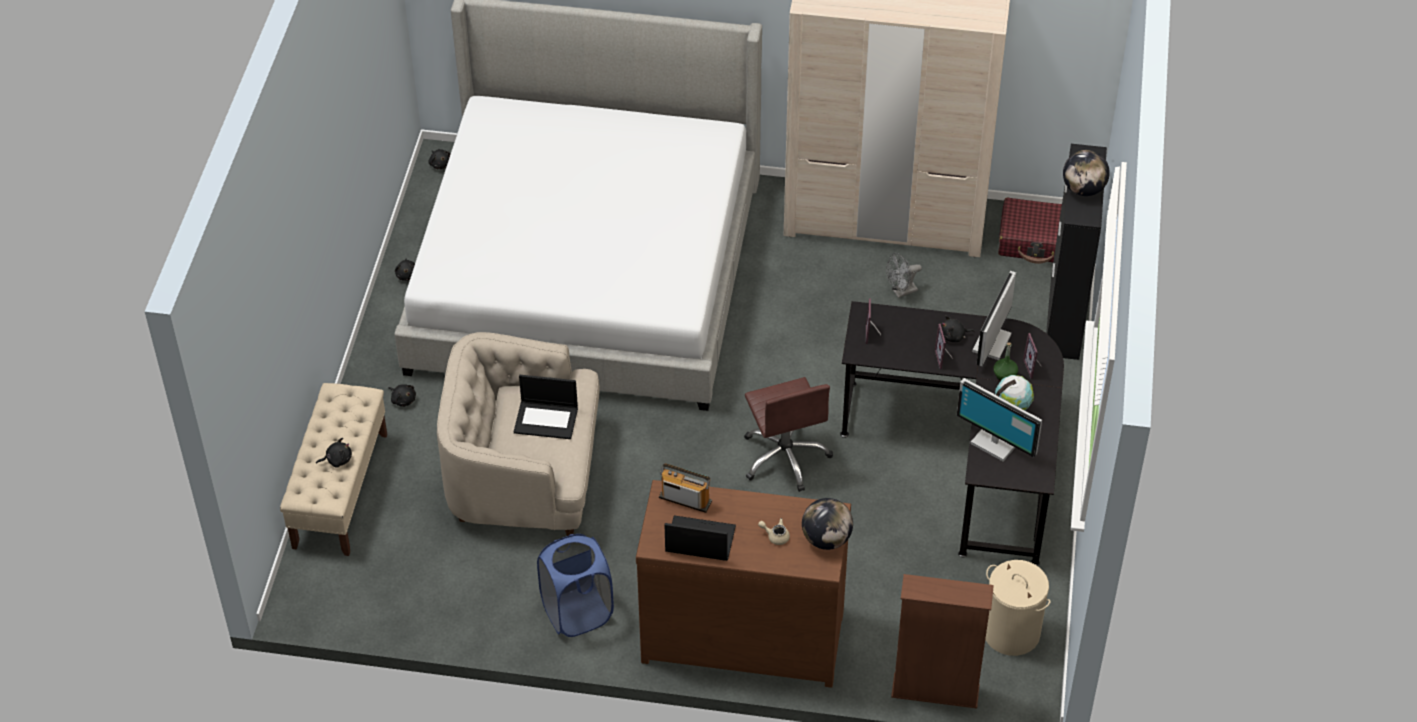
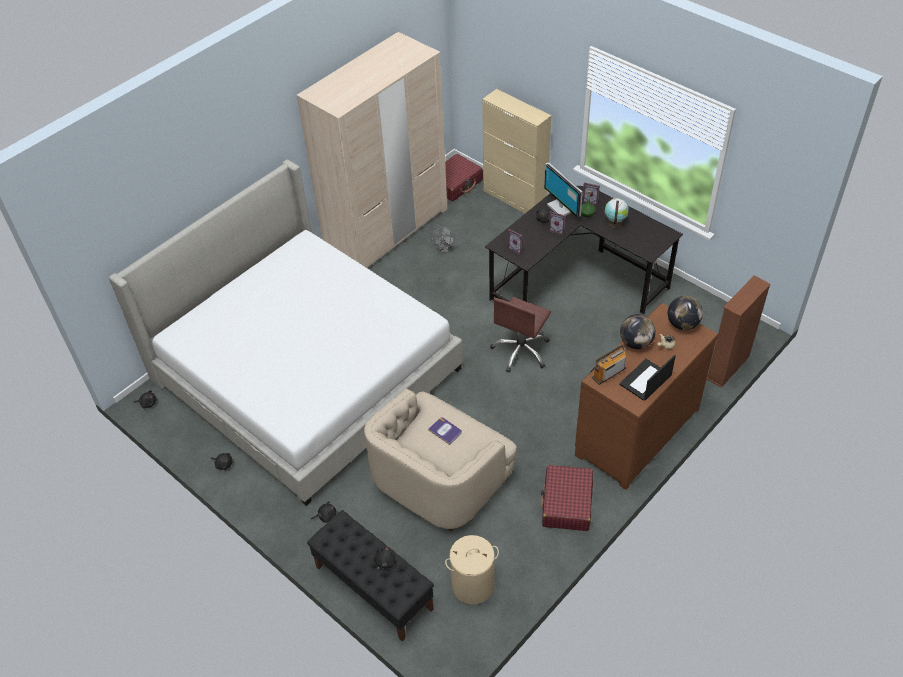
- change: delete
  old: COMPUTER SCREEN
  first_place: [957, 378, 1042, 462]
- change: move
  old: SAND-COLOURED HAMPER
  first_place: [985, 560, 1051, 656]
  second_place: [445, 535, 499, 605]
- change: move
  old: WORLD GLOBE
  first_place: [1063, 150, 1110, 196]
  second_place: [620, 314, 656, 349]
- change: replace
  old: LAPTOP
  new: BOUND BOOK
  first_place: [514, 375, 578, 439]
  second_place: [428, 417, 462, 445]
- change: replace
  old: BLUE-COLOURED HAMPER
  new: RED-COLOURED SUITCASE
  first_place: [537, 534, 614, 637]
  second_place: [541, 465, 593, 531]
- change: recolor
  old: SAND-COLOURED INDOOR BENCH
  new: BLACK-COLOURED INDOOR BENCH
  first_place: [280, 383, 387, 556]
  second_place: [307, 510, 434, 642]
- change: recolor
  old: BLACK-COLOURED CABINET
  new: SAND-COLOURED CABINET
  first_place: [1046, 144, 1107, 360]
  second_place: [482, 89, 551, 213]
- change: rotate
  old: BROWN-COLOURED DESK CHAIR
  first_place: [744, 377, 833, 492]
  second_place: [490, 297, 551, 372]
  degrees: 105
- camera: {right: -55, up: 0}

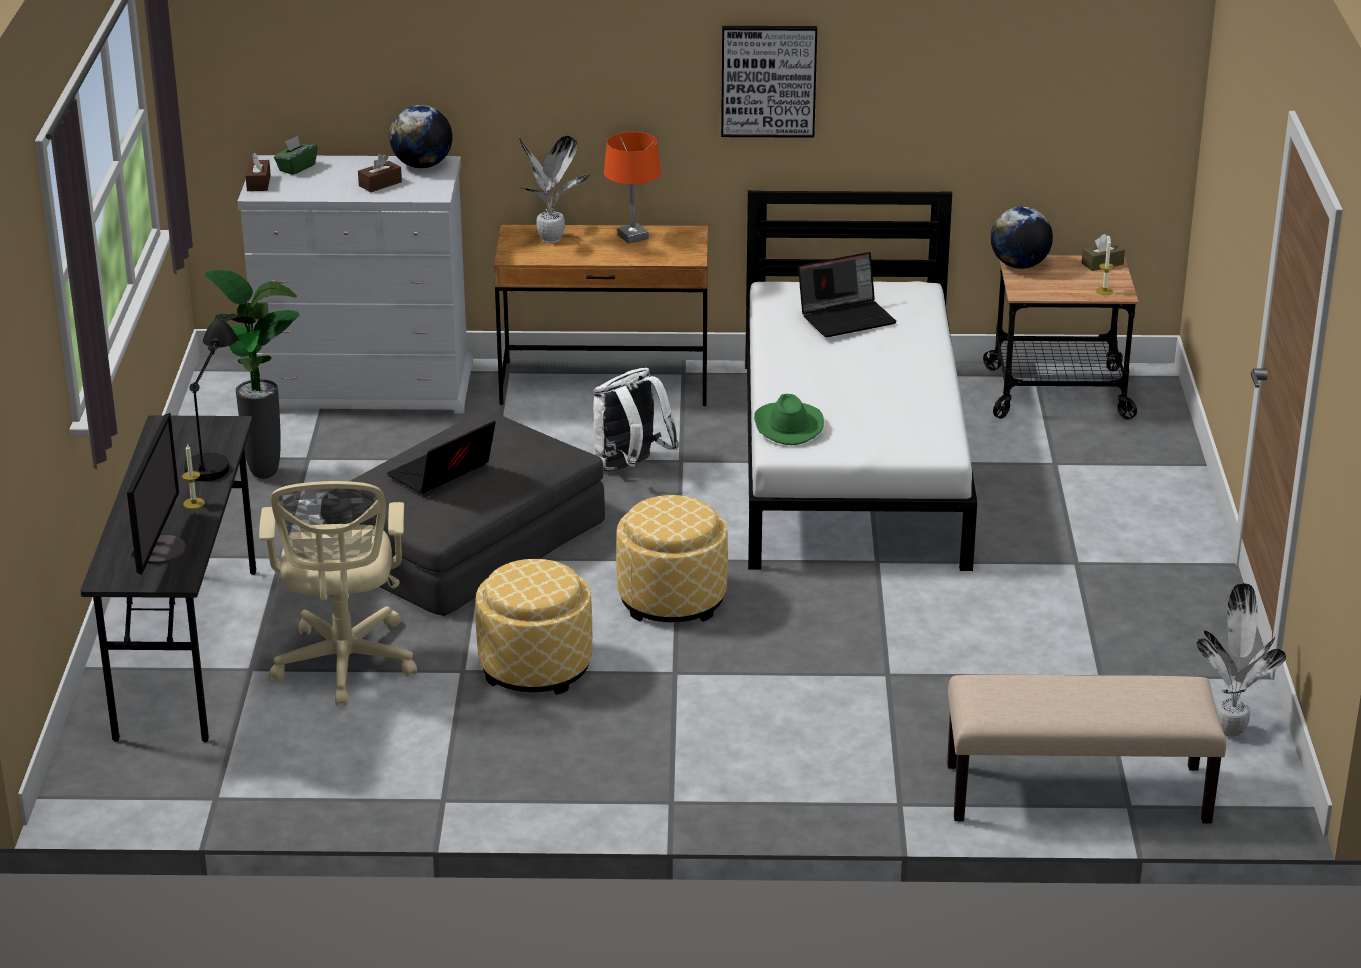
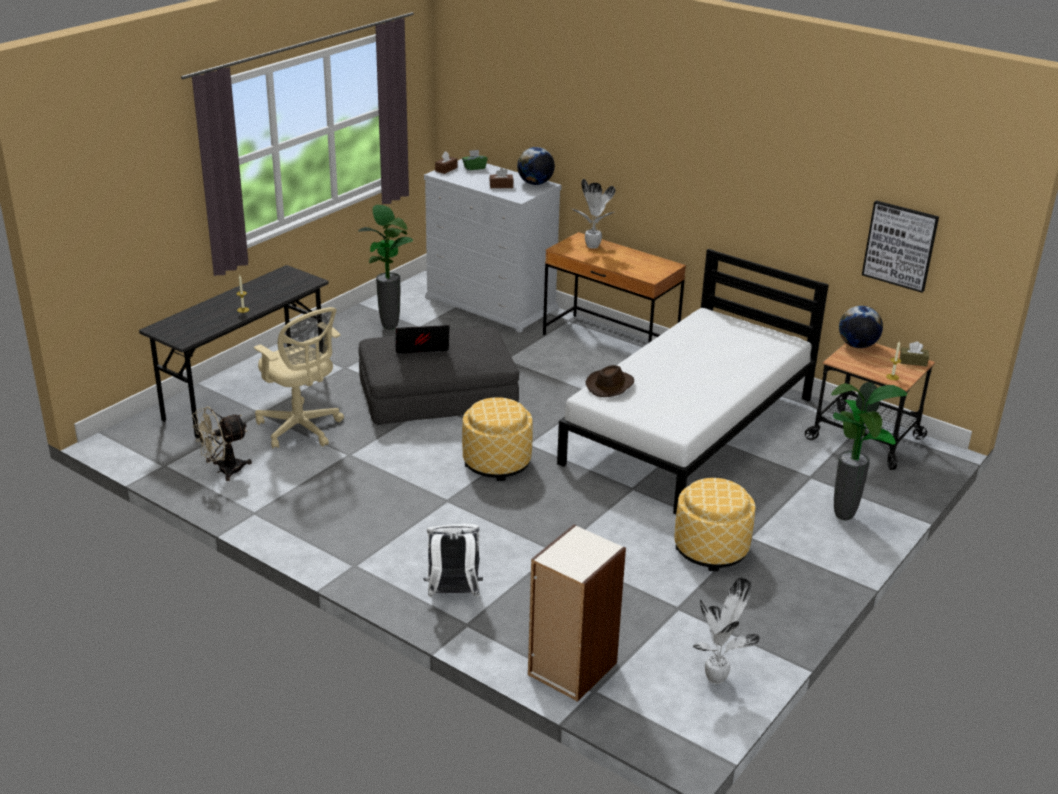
- change: delete
  old: COMPUTER SCREEN
  first_place: [127, 413, 186, 575]
- change: delete
  old: BLACK-COLOURED TABLETOP LAMP
  first_place: [184, 319, 238, 481]
- change: delete
  old: ORANGE-COLOURED TABLETOP LAMP
  first_place: [604, 132, 661, 244]
- change: delete
  old: LAPTOP
  first_place: [798, 252, 897, 338]
- change: insert
  new: SAND-COLOURED ELECTRIC FAN
  second_place: [192, 407, 252, 481]
- change: insert
  new: PLANT IN A POT
  second_place: [831, 382, 907, 520]
- change: move
  old: OTTOMAN
  first_place: [476, 559, 592, 695]
  second_place: [674, 478, 755, 571]
- change: move
  old: WHITE BACKPACK
  first_place: [593, 368, 679, 472]
  second_place: [423, 523, 483, 598]
- change: move
  old: WALL PICTURE
  first_place: [721, 26, 817, 138]
  second_place: [862, 200, 939, 293]
- change: replace
  old: SAND-COLOURED INDOOR BENCH
  new: BOOKCASE
  first_place: [947, 674, 1226, 824]
  second_place: [528, 524, 626, 702]
- change: recolor
  old: GREENISH CLOTHING HAT
  new: BROWN-COLOURED CLOTHING HAT
  first_place: [754, 394, 824, 445]
  second_place: [586, 365, 634, 397]
- change: rotate
  old: SAND-COLOURED DESK CHAIR
  first_place: [259, 481, 417, 706]
  second_place: [254, 307, 344, 449]
  degrees: -75
- camera: {right: 35, up: 0}

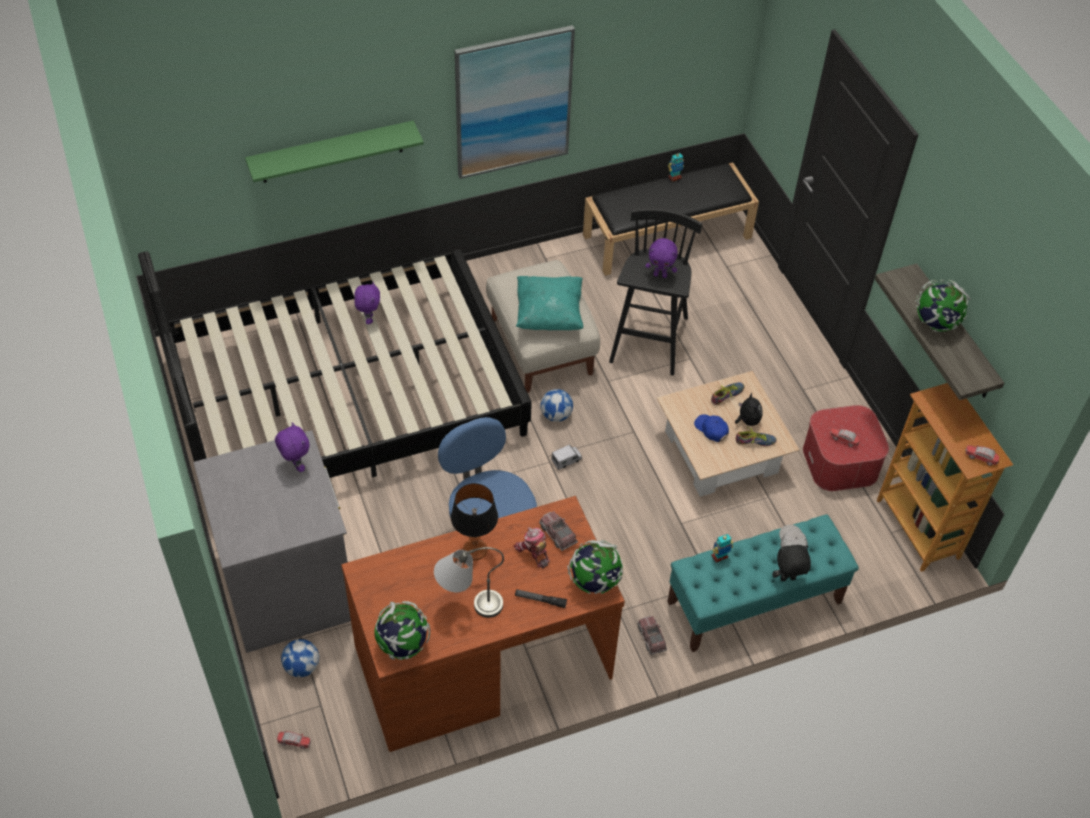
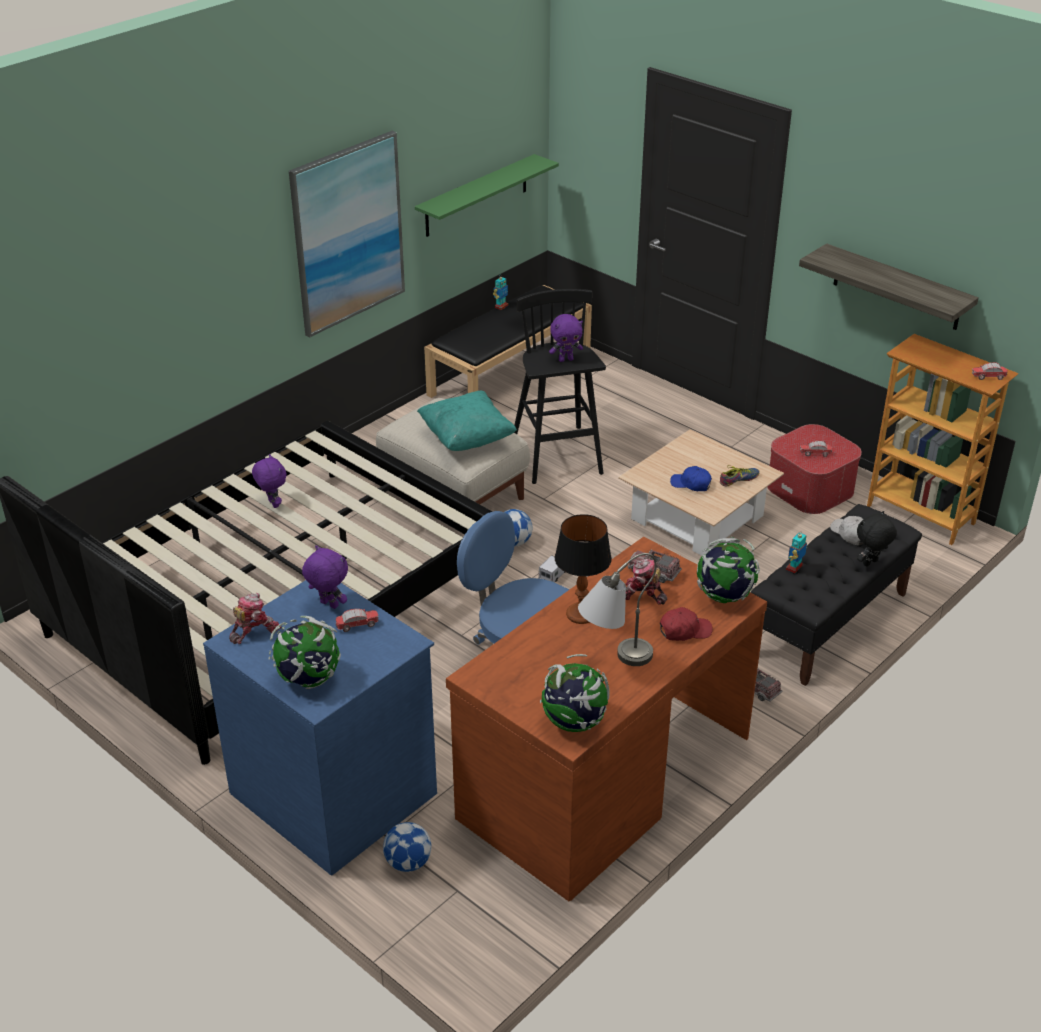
- change: delete
  old: LOW SHOE
  first_place: [711, 382, 744, 405]
- change: delete
  old: PLUSH TOY
  first_place: [735, 393, 763, 426]
- change: insert
  new: ROBOT FIGURE
  second_place: [229, 593, 282, 644]
- change: move
  old: GREENISH BRACKET SHELF
  first_place: [245, 121, 424, 183]
  second_place: [415, 154, 559, 237]
- change: move
  old: MINIATURE CAR
  first_place: [277, 731, 311, 749]
  second_place: [336, 609, 379, 632]
- change: move
  old: WORLD GLOBE
  first_place: [915, 279, 971, 332]
  second_place: [269, 616, 341, 689]
- change: replace
  old: HAND TORCH
  new: RED-COLOURED CAP
  first_place: [515, 589, 567, 608]
  second_place: [660, 607, 713, 641]
- change: recolor
  old: GRAY DRESSER
  new: BLUE-COLOURED DRESSER
  first_place: [193, 430, 351, 653]
  second_place: [203, 580, 437, 876]
- change: recolor
  old: TURQUOISE-COLOURED INDOOR BENCH
  new: BLACK-COLOURED INDOOR BENCH
  first_place: [667, 514, 859, 652]
  second_place: [751, 504, 922, 686]
- camera: {right: -25, up: -15}

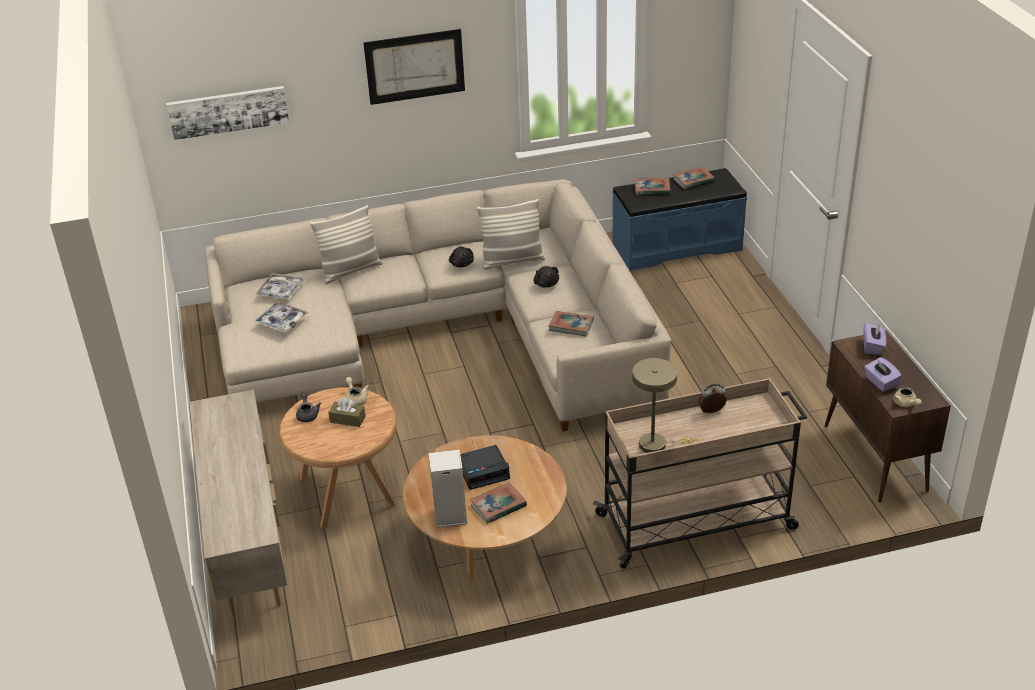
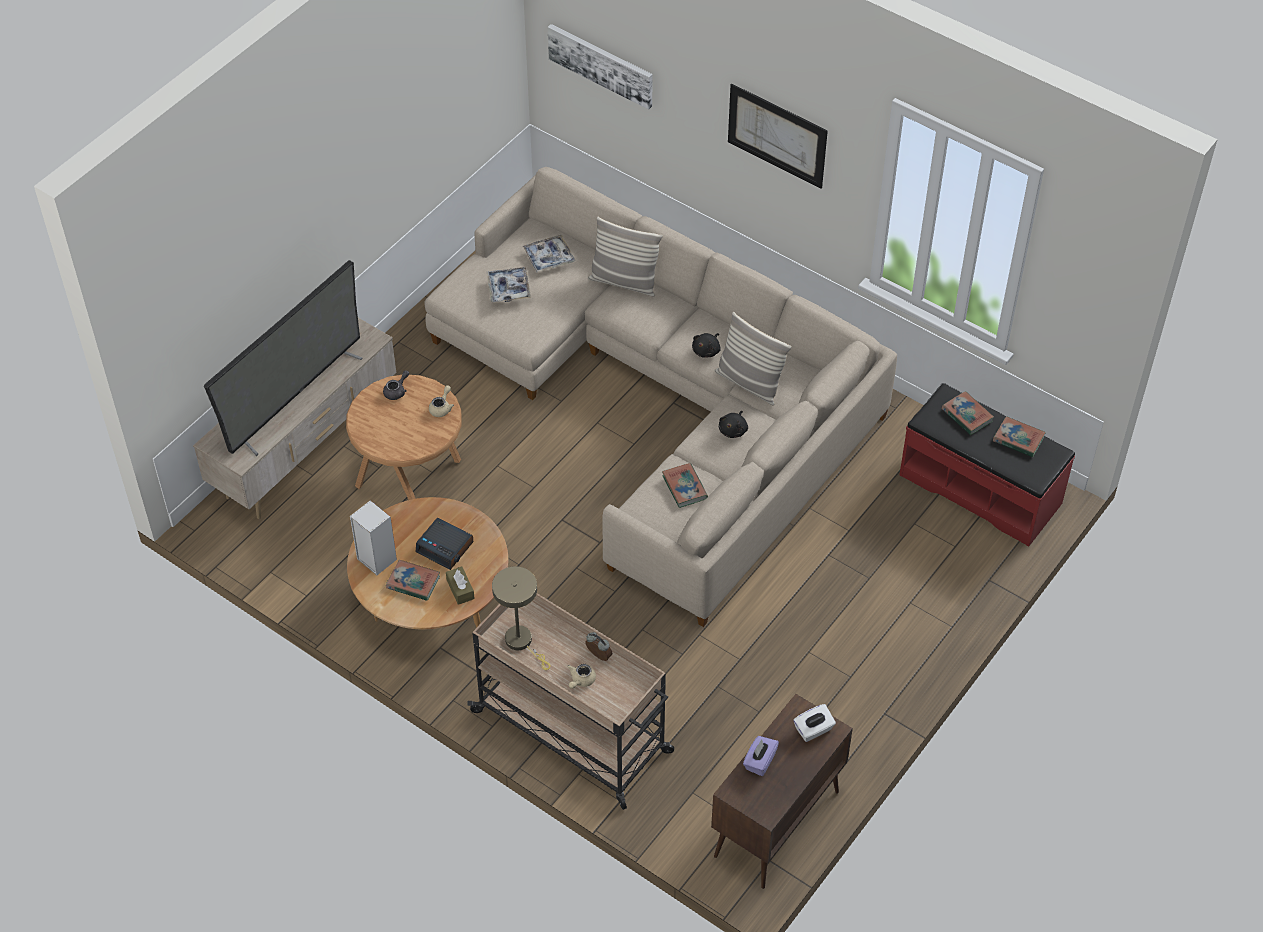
- change: insert
  new: TELEVISION
  second_place: [204, 260, 363, 456]
- change: move
  old: BROWN-COLOURED BOX OF TISSUES
  first_place: [328, 398, 366, 427]
  second_place: [446, 566, 475, 605]
- change: move
  old: SAND-COLOURED TEAPOT
  first_place: [893, 387, 922, 407]
  second_place: [567, 664, 596, 689]
- change: recolor
  old: BLUE-COLOURED INDOOR BENCH
  new: RED-COLOURED INDOOR BENCH
  first_place: [612, 168, 747, 271]
  second_place: [899, 383, 1075, 547]
- change: recolor
  old: PURPLE-COLOURED BOX OF TISSUES
  new: WHITE BOX OF TISSUES
  first_place: [863, 323, 886, 355]
  second_place: [794, 704, 836, 742]
- camera: {right: 50, up: 15}

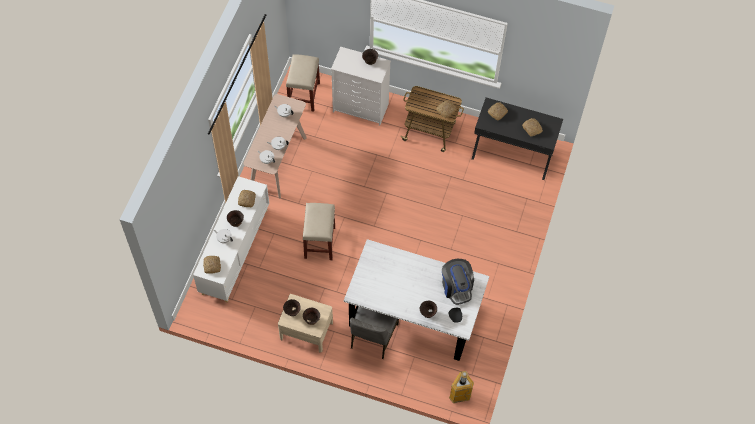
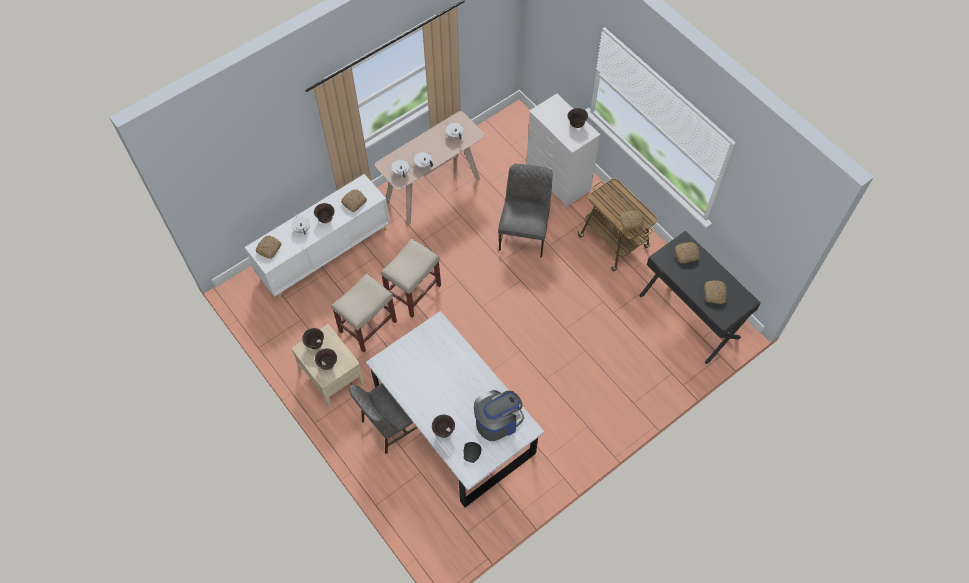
- change: delete
  old: RUBBISH BIN
  first_place: [449, 371, 474, 403]
- change: insert
  new: GRAY PLAIN CHAIR
  second_place: [498, 164, 553, 258]
- change: move
  old: SAND-COLOURED STOOL SEAT
  first_place: [286, 54, 320, 112]
  second_place: [331, 273, 397, 353]
- change: rotate
  old: COFFEE MAKER
  first_place: [442, 259, 474, 305]
  second_place: [474, 390, 524, 441]
  degrees: -135
- camera: {right: 35, up: 0}

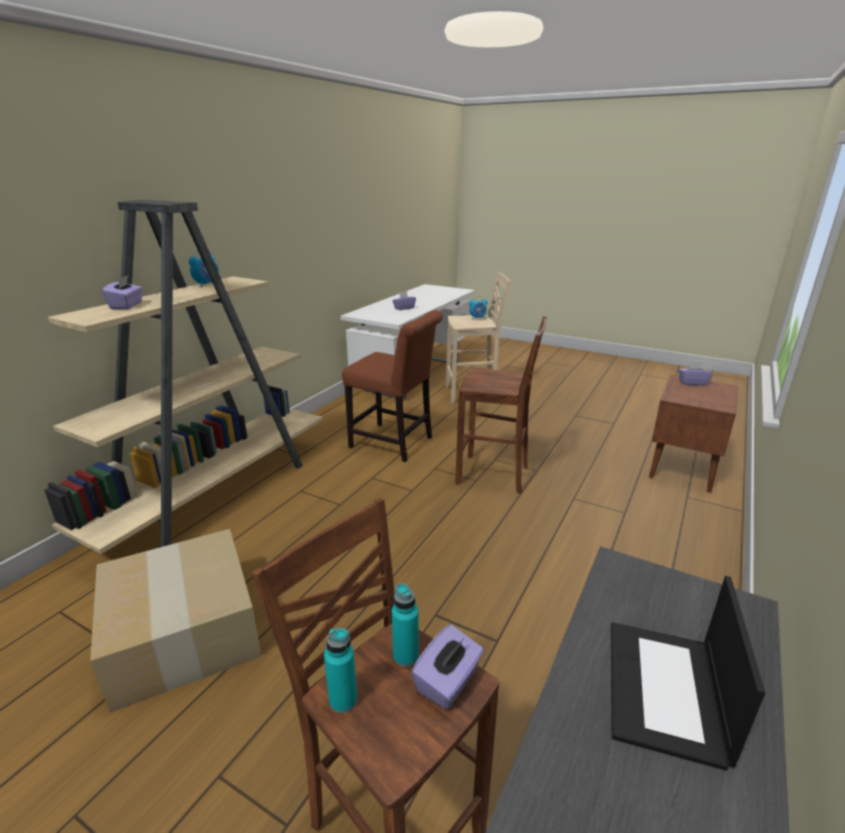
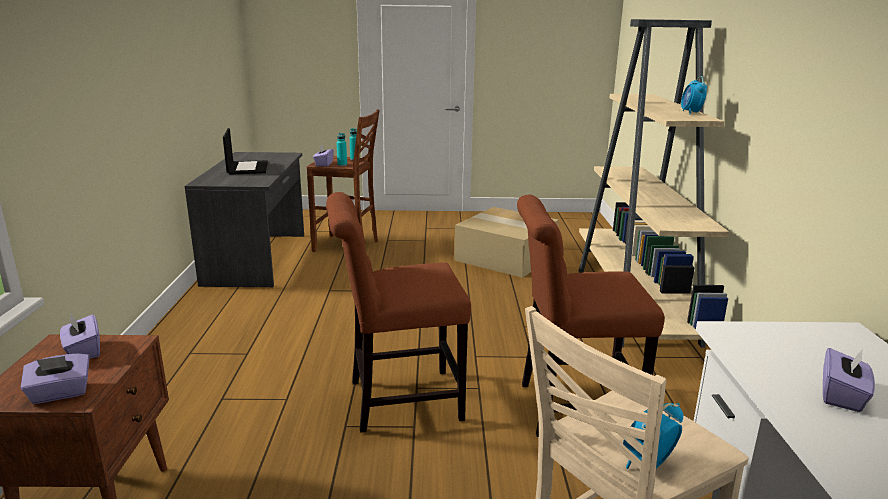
- change: move
  old: PURPLE-COLOURED BOX OF TISSUES
  first_place: [102, 275, 143, 309]
  second_place: [60, 313, 100, 359]
- change: replace
  old: BROWN-COLOURED STOOL SEAT
  new: BROWN-COLOURED PLAIN CHAIR
  first_place: [455, 316, 547, 493]
  second_place: [326, 192, 471, 433]
- camera: {right: 150, up: -5}

